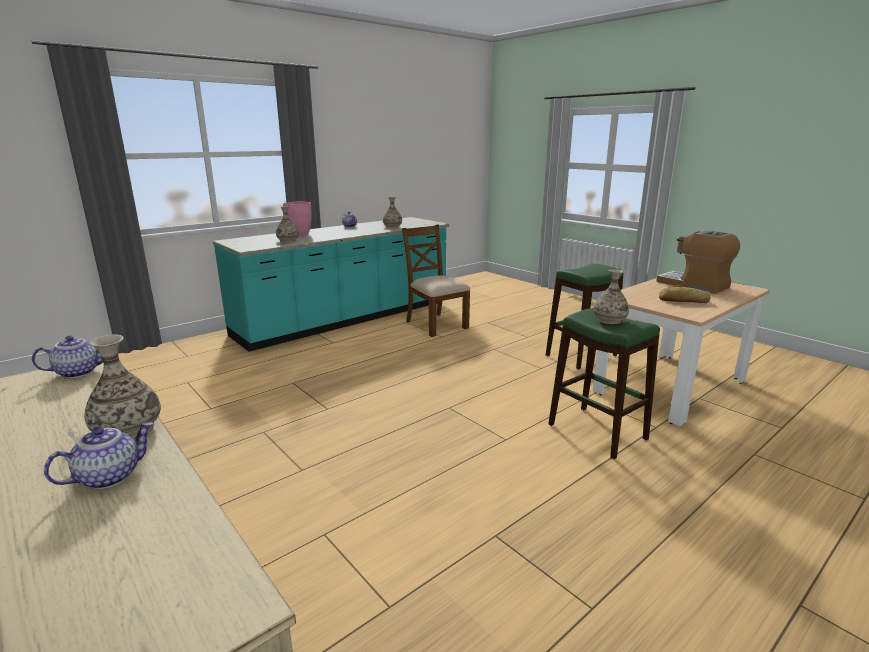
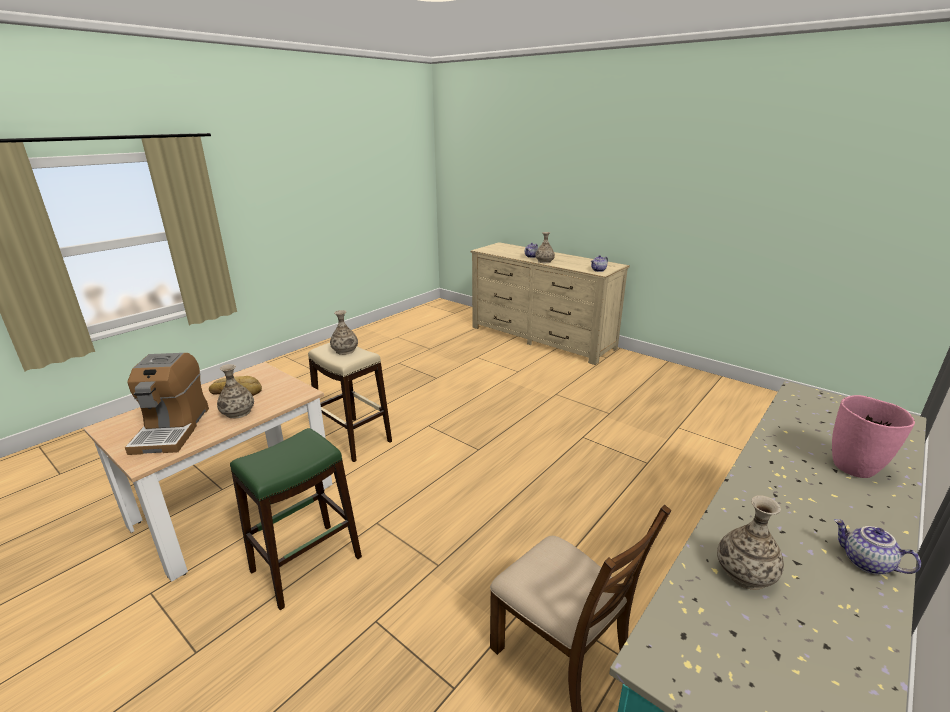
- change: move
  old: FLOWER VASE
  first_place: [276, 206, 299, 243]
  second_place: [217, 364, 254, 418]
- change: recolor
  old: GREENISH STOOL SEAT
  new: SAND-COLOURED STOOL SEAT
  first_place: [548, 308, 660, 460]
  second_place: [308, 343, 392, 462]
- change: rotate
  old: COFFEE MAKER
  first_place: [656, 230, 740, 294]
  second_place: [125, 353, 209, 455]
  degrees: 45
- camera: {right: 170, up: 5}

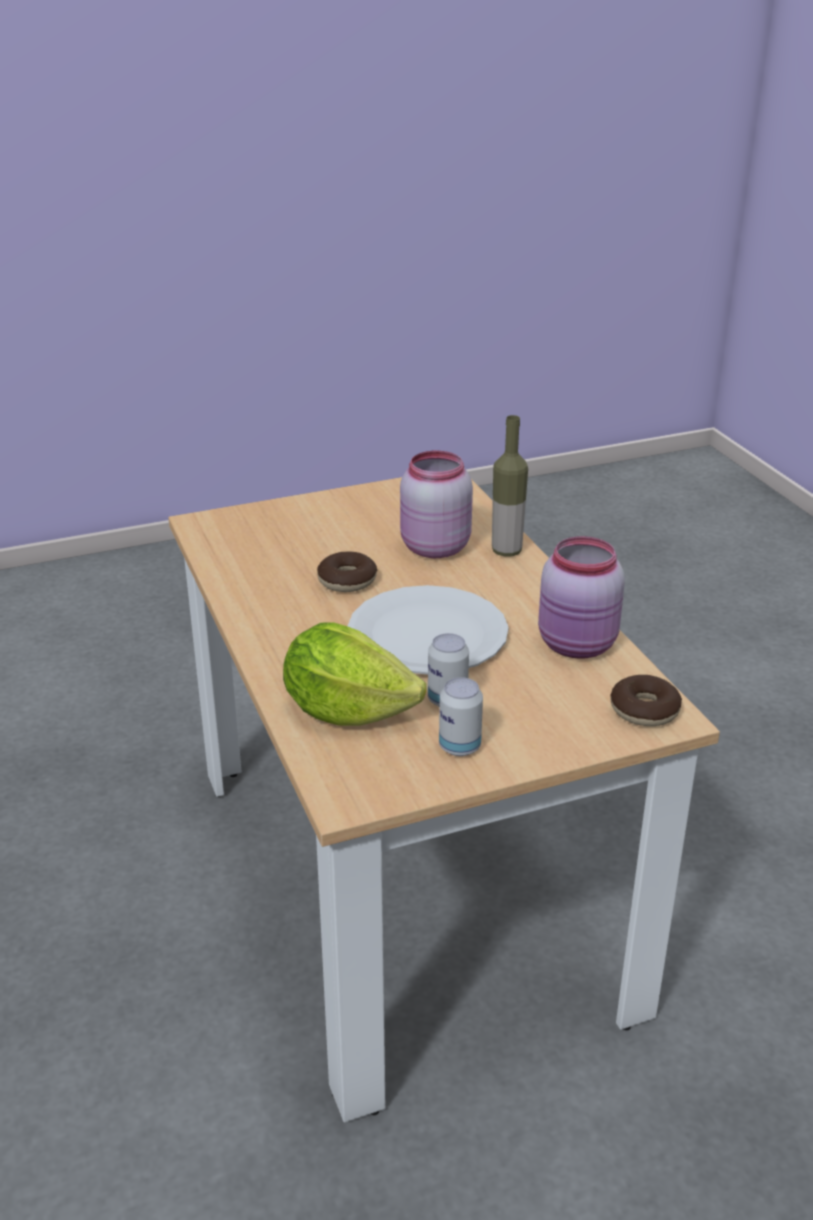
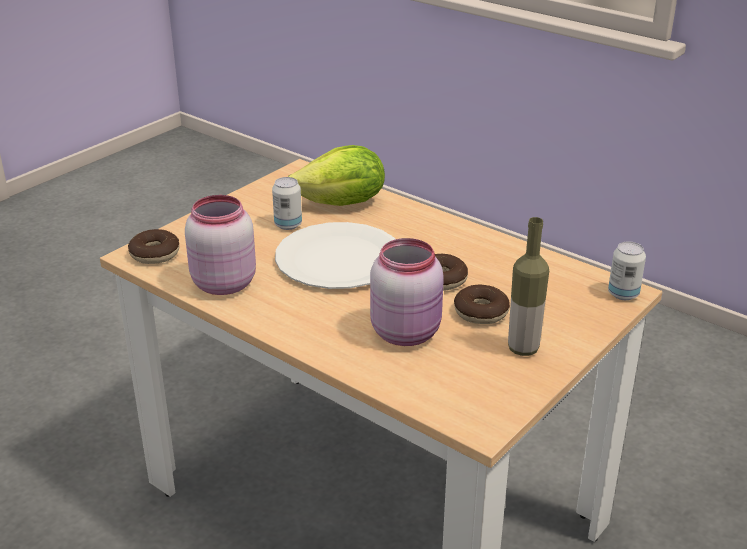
- change: insert
  new: DONUT
  second_place: [454, 285, 510, 324]
- change: move
  old: METAL CAN
  first_place: [439, 677, 483, 756]
  second_place: [608, 241, 646, 300]
- change: move
  old: BEVERAGE BOTTLE
  first_place: [492, 415, 528, 557]
  second_place: [508, 217, 549, 356]
- camera: {right: 150, up: 0}

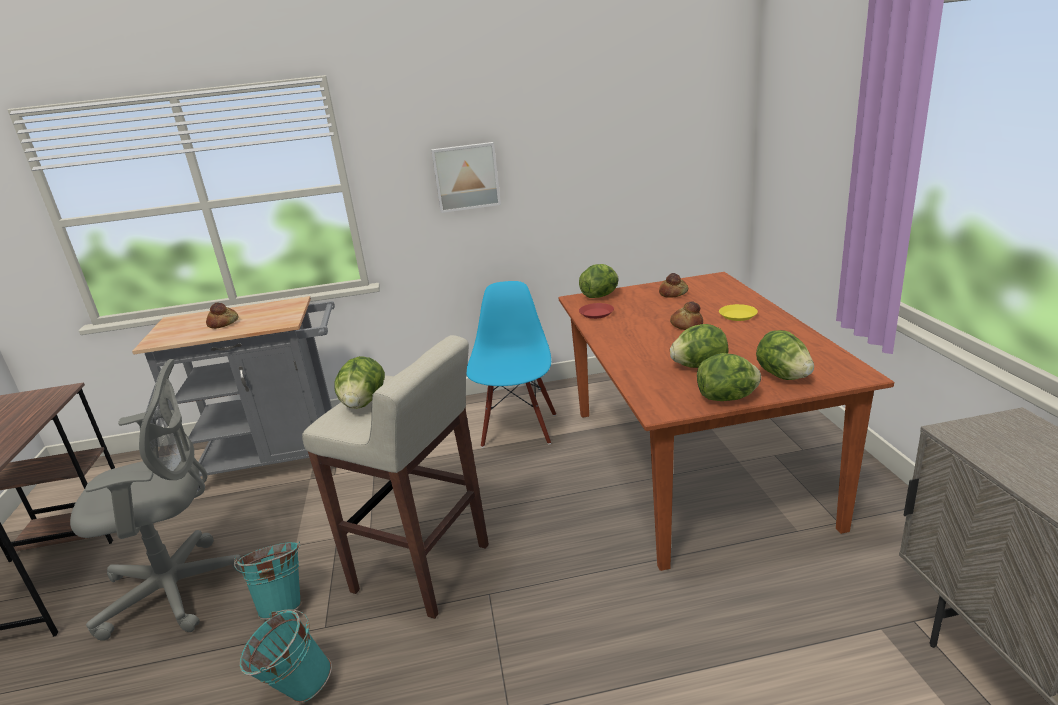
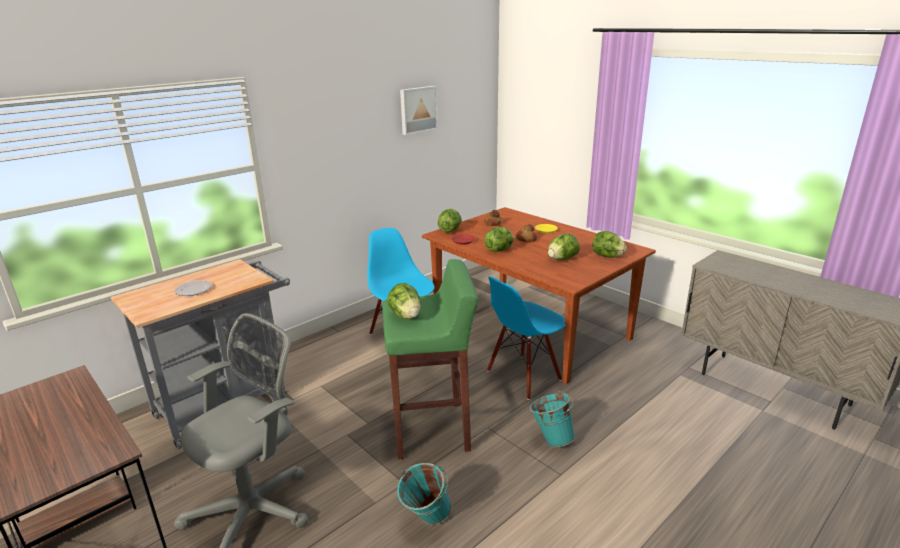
- change: insert
  new: BLUE-COLOURED PLAIN CHAIR
  second_place: [487, 276, 566, 400]
- change: move
  old: TURQUOISE-COLOURED PAIL
  first_place: [234, 541, 302, 620]
  second_place: [530, 391, 575, 447]
- change: move
  old: WALL PICTURE
  first_place: [431, 142, 501, 213]
  second_place: [400, 86, 438, 135]
- change: move
  old: LETTUCE
  first_place: [697, 353, 761, 401]
  second_place: [484, 227, 514, 252]
- change: replace
  old: BREAD
  new: FLAT DISH
  first_place: [206, 303, 238, 329]
  second_place: [174, 280, 212, 296]
- change: recolor
  old: SAND-COLOURED STOOL SEAT
  new: GREENISH STOOL SEAT
  first_place: [302, 335, 489, 619]
  second_place: [382, 259, 478, 459]
- camera: {right: -35, up: 0}

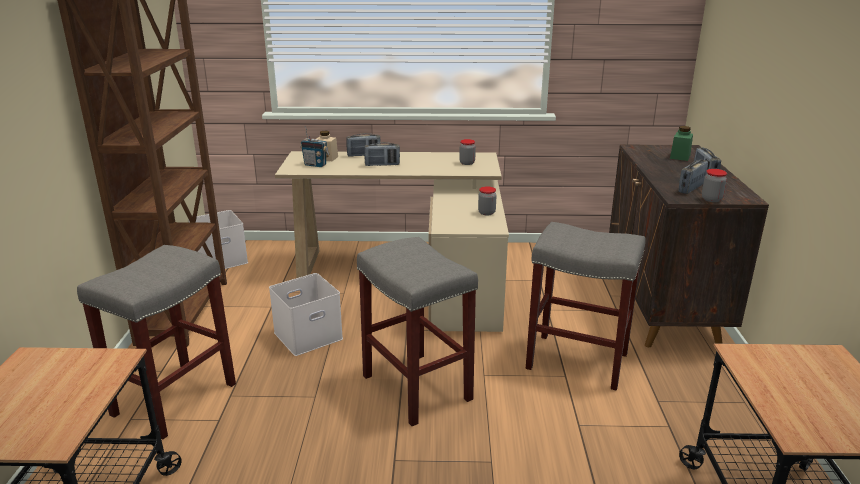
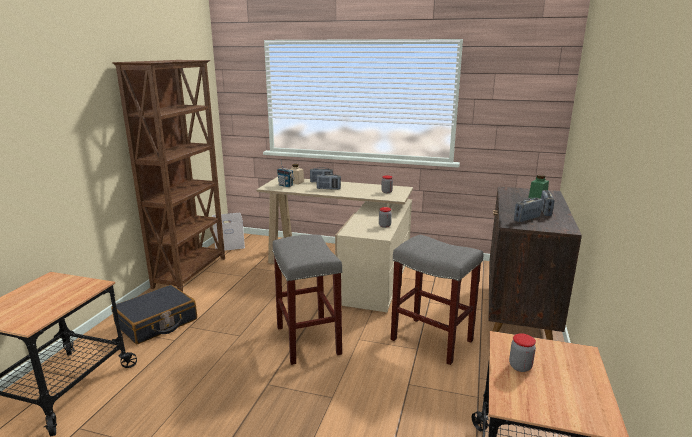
- change: delete
  old: WHITE STORAGE BOX
  first_place: [269, 273, 343, 356]
- change: move
  old: STORAGE JAR
  first_place: [702, 169, 727, 202]
  second_place: [509, 333, 536, 372]
- change: replace
  old: GRAY STOOL SEAT
  new: BLACK-COLOURED SUITCASE
  first_place: [77, 245, 236, 440]
  second_place: [111, 285, 197, 344]
- camera: {right: 15, up: -5}

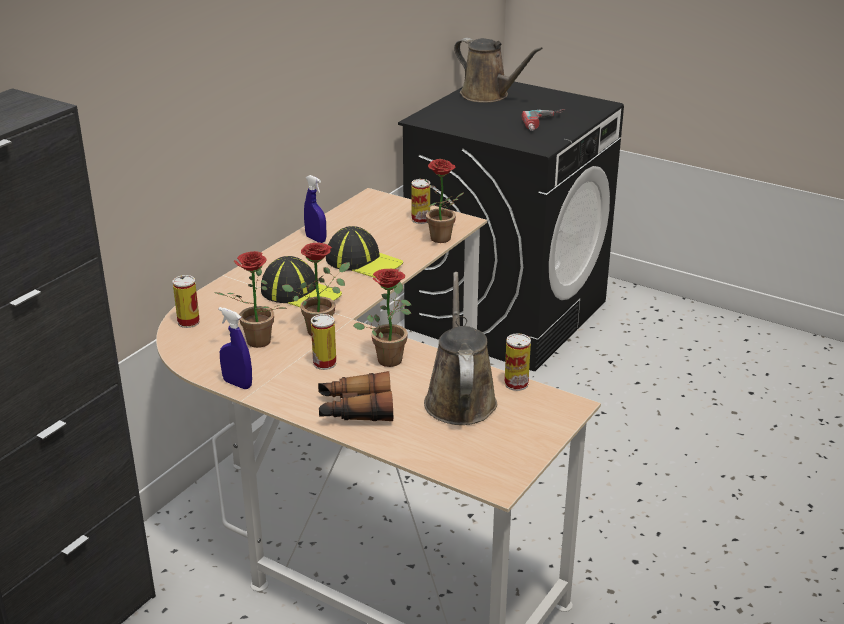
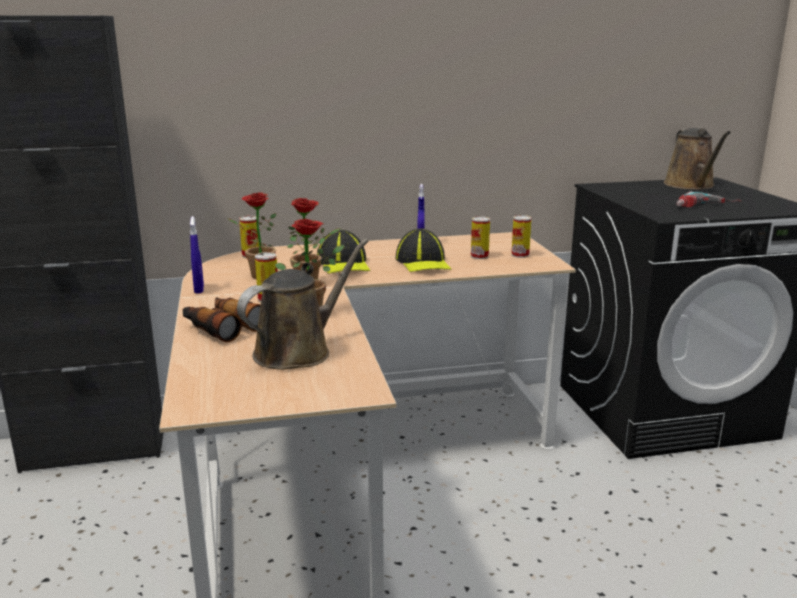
- change: delete
  old: PLANT IN A POT
  first_place: [424, 159, 464, 243]
- change: move
  old: METAL CAN
  first_place: [504, 333, 531, 391]
  second_place: [471, 216, 490, 259]
- camera: {right: 45, up: -10}

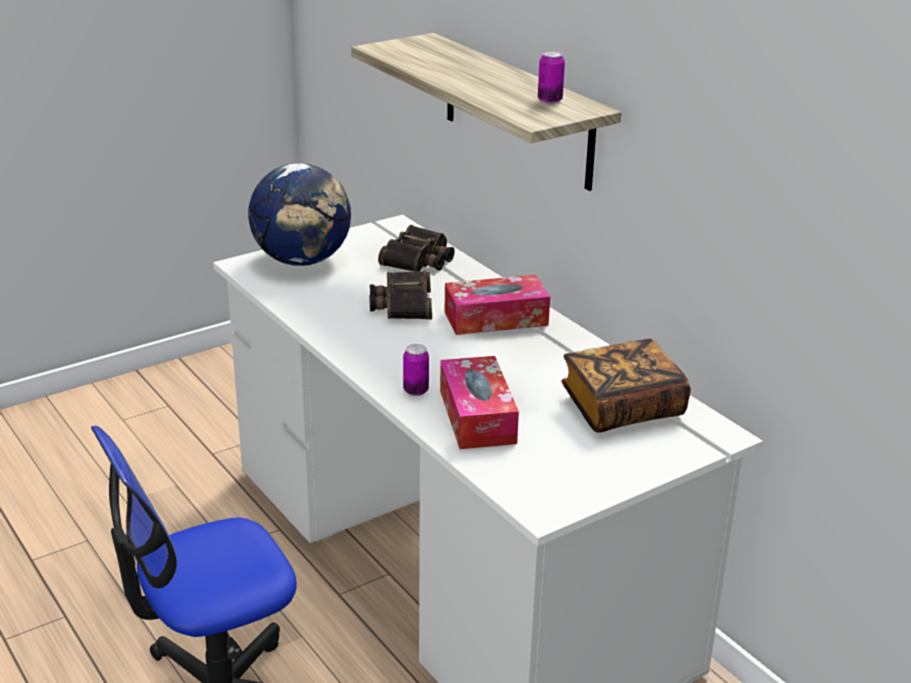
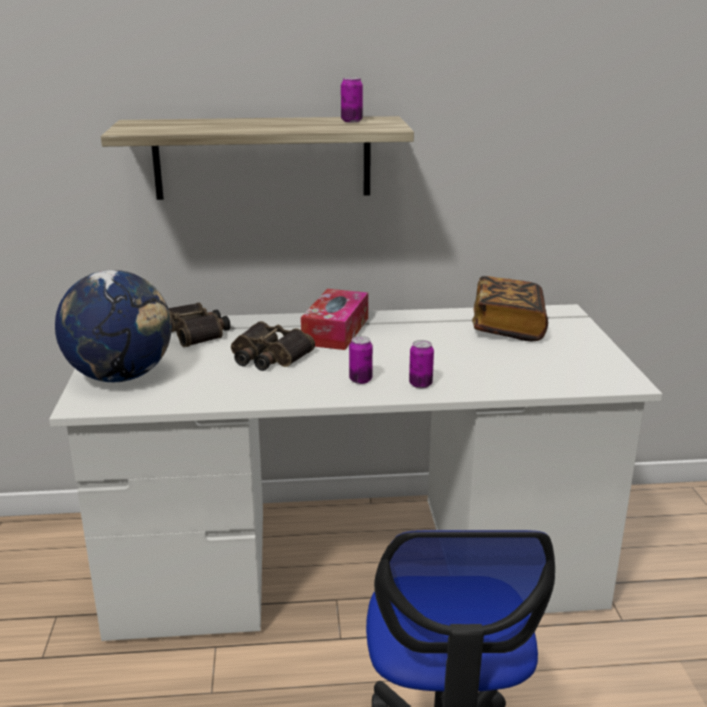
- change: delete
  old: BOX OF TISSUES
  first_place: [440, 356, 519, 449]
- change: insert
  new: METAL CAN
  second_place: [349, 336, 373, 384]
- camera: {right: -60, up: -5}

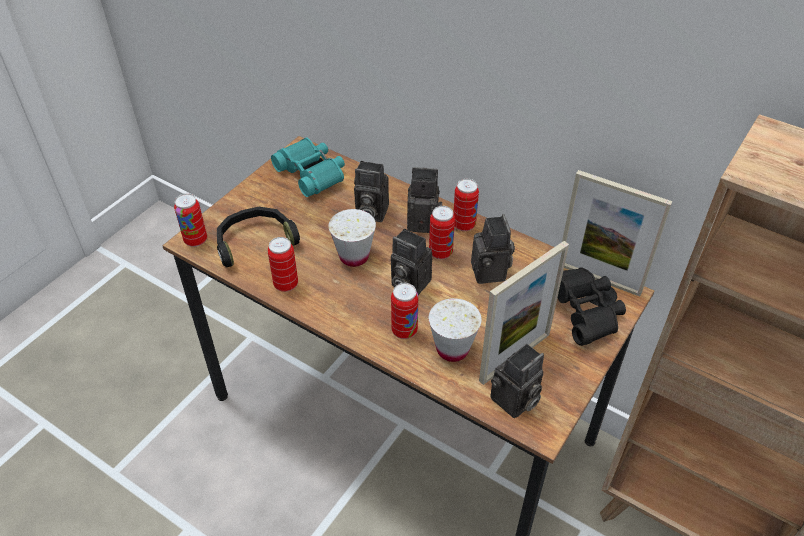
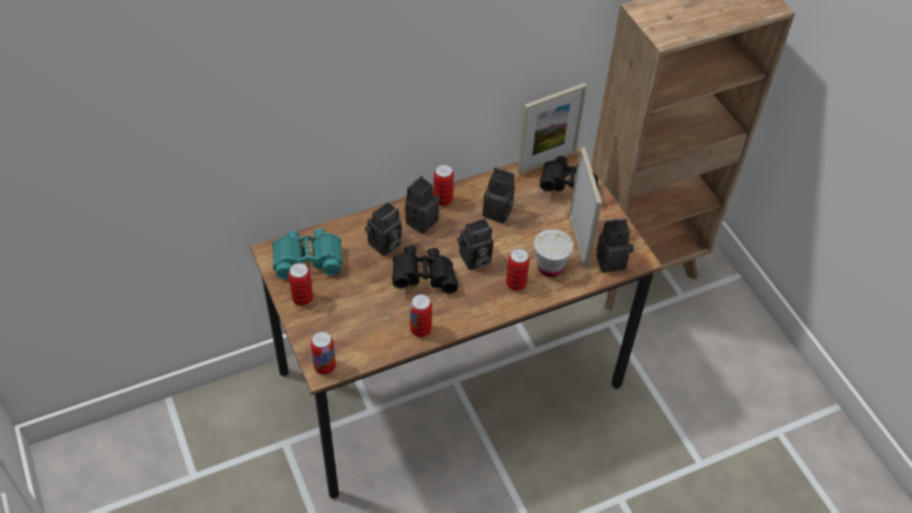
- change: delete
  old: BLACK-COLOURED PAIR OF HEADPHONES
  first_place: [217, 207, 300, 268]
- change: move
  old: METAL CAN
  first_place: [429, 206, 455, 259]
  second_place: [288, 263, 313, 306]
- change: replace
  old: WHITE SMALL CUP
  new: BLACK-COLOURED PAIR OF BINOCULARS
  first_place: [329, 209, 376, 267]
  second_place: [392, 245, 458, 293]
- change: rotate
  old: PHOTO CAMERA
  first_place: [490, 344, 544, 418]
  second_place: [596, 218, 634, 273]
  degrees: -90
- camera: {right: -60, up: 5}

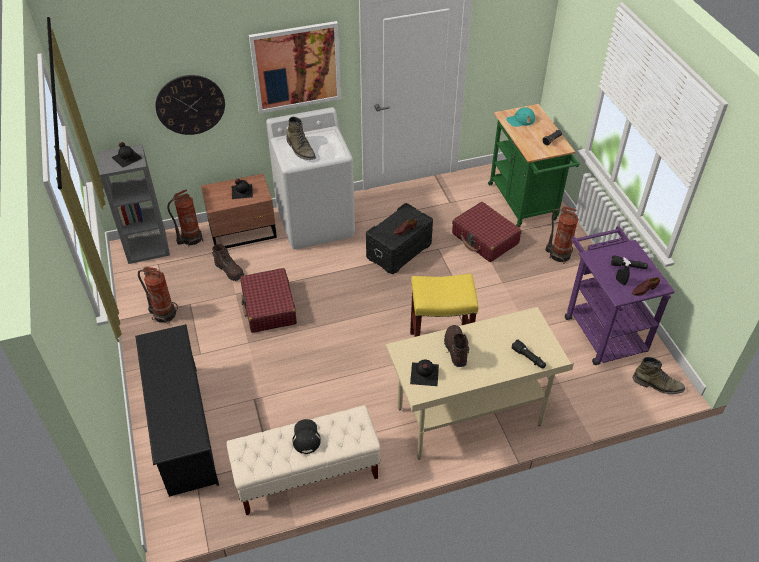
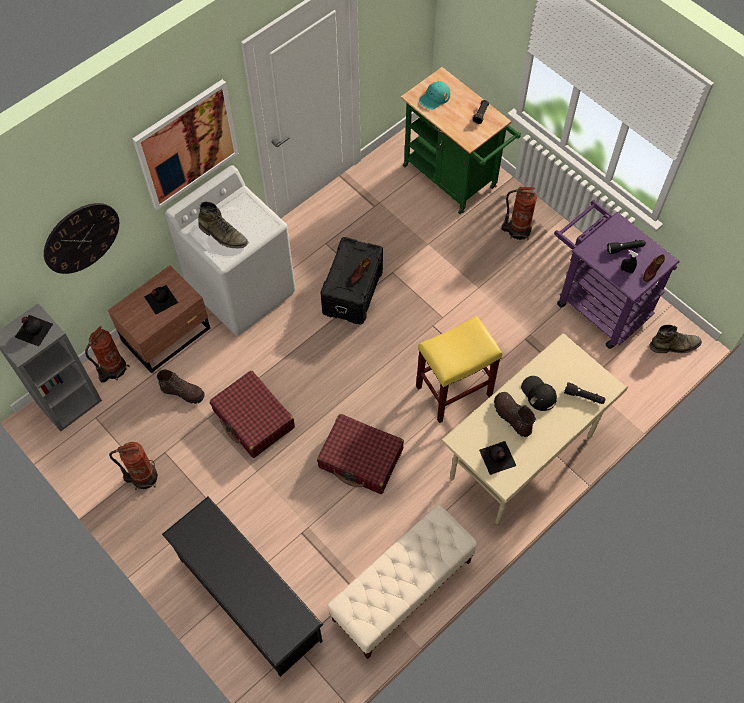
- change: move
  old: BLACK-COLOURED CAP
  first_place: [292, 419, 321, 454]
  second_place: [521, 376, 557, 411]
- change: move
  old: RED-COLOURED SUITCASE
  first_place: [452, 202, 521, 262]
  second_place: [317, 414, 404, 494]
- camera: {right: -25, up: 15}

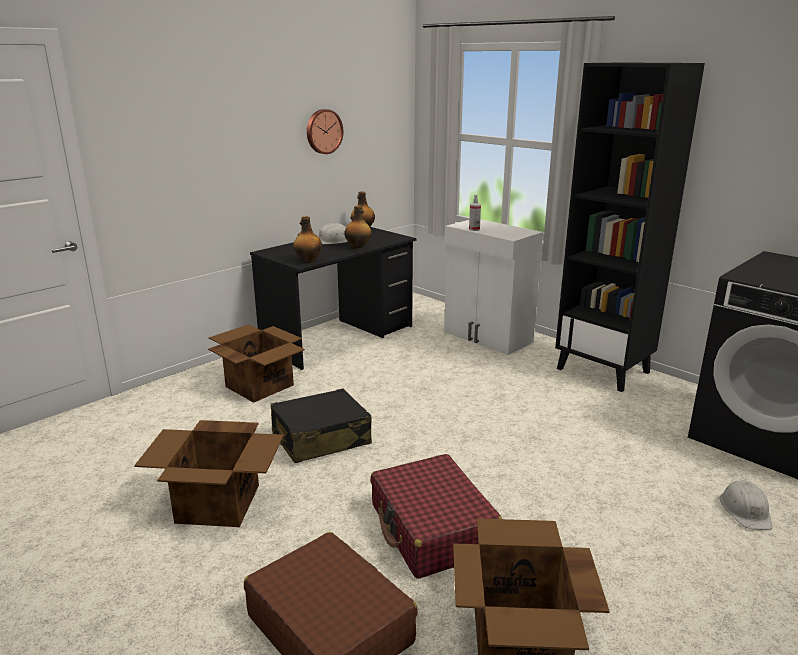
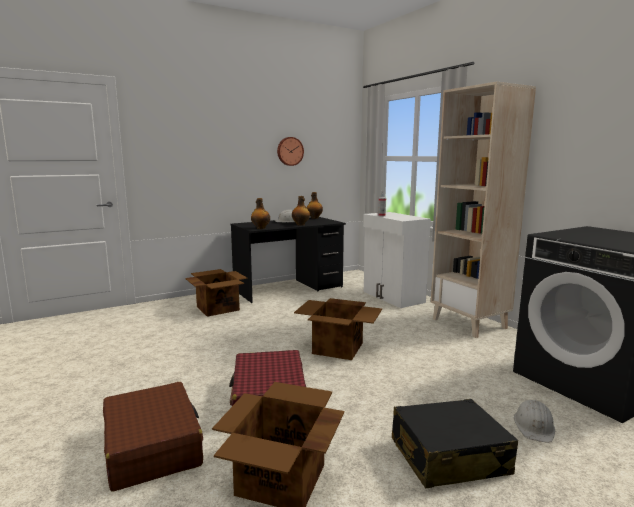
- change: move
  old: CARTON
  first_place: [134, 420, 283, 527]
  second_place: [294, 298, 382, 360]
- change: move
  old: BLACK-COLOURED SUITCASE
  first_place: [271, 389, 372, 463]
  second_place: [392, 399, 518, 488]
- change: recolor
  old: BLACK-COLOURED BOOKCASE
  new: SAND-COLOURED BOOKCASE
  first_place: [555, 62, 705, 392]
  second_place: [431, 82, 536, 338]
- camera: {right: 15, up: -10}

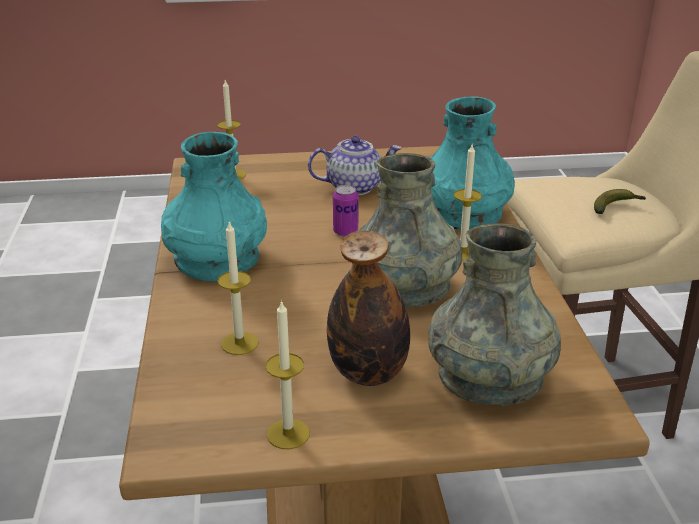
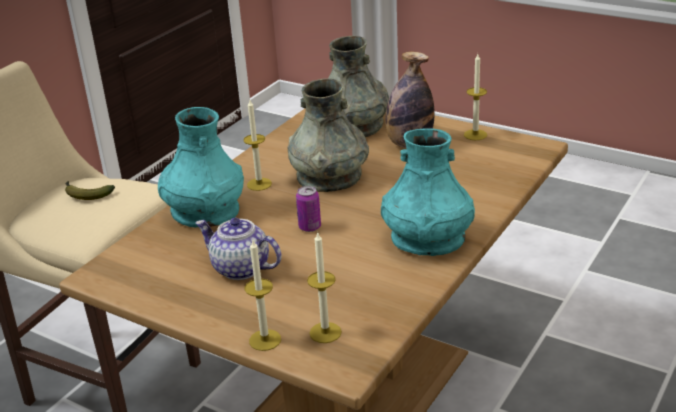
- change: move
  old: CANDLE
  first_place: [218, 221, 259, 355]
  second_place: [245, 240, 281, 351]
- camera: {right: -140, up: 0}

